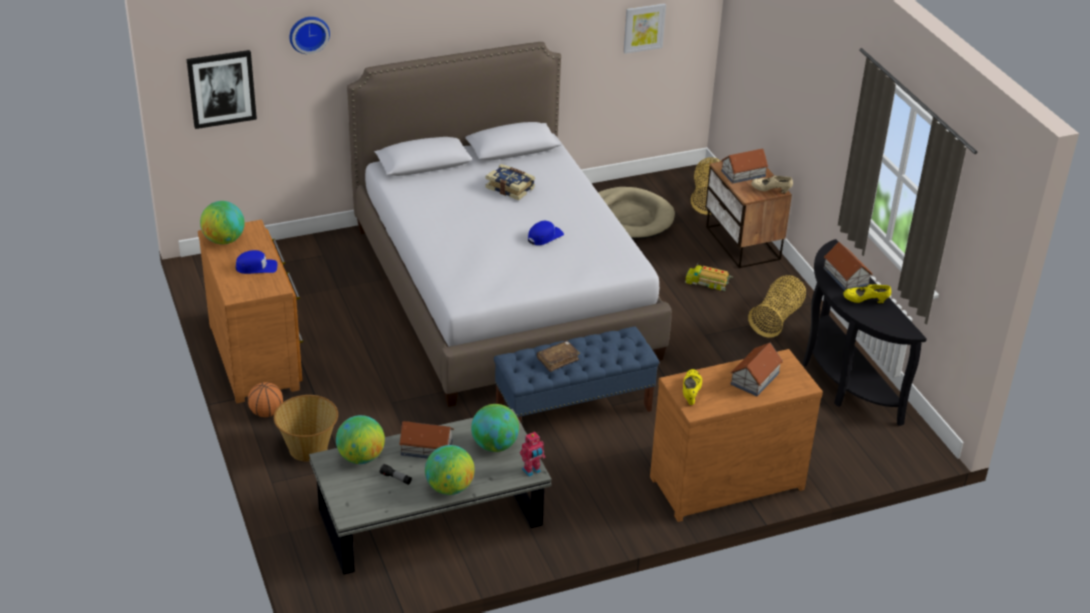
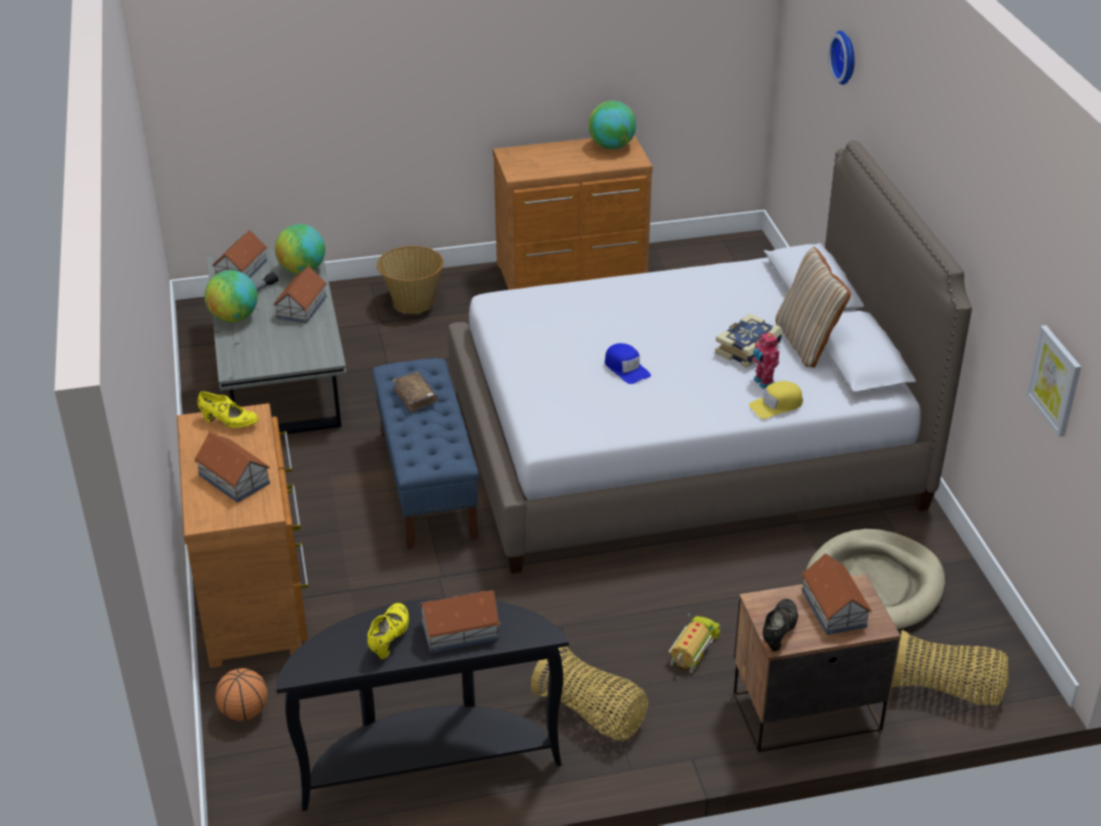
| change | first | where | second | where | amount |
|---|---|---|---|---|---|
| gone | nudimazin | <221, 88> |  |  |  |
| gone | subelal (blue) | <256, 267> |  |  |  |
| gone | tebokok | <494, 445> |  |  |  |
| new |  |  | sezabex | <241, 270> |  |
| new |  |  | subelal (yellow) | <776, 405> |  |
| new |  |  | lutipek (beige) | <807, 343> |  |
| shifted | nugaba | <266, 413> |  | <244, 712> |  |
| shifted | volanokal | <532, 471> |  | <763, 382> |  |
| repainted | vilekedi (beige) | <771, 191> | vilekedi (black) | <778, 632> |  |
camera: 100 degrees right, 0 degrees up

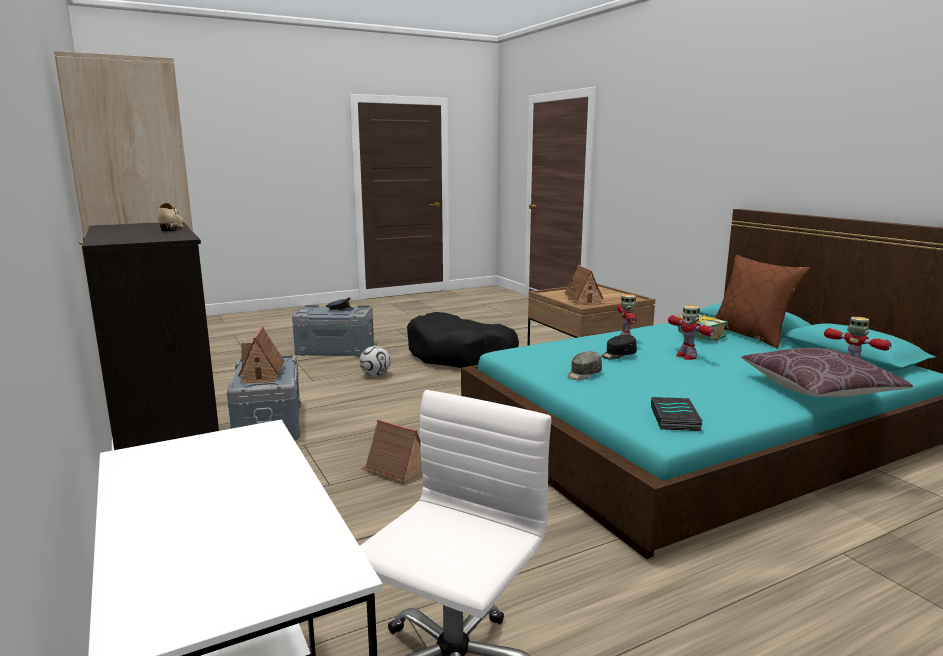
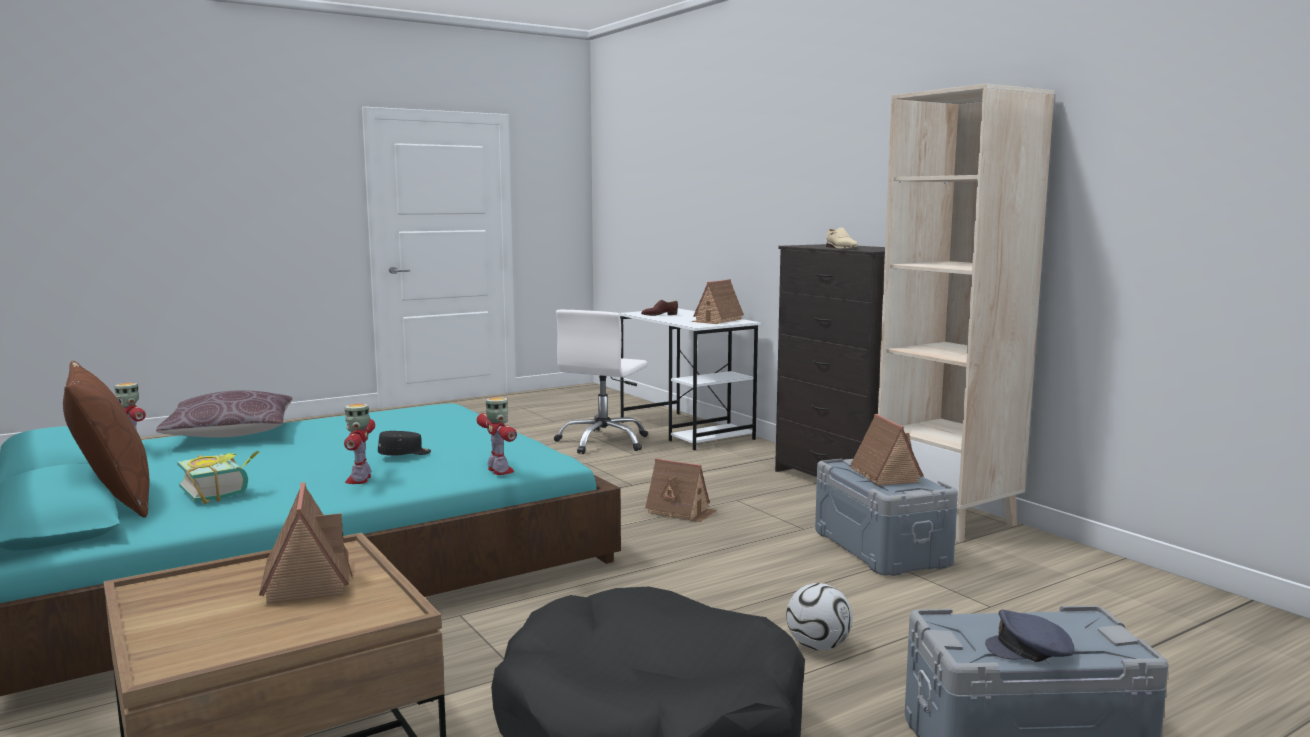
| change | first | where | second | where | amount |
|---|---|---|---|---|---|
| gone | subelal (grey) | <583, 374> |  |  |  |
| gone | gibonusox | <676, 419> |  |  |  |
| new |  |  | vilekedi (brown) | <659, 315> |  |
| new |  |  | sezabex | <717, 320> |  |
| shifted | volanokal | <686, 356> |  | <500, 471> |  |
camera: 175 degrees right, 5 degrees down

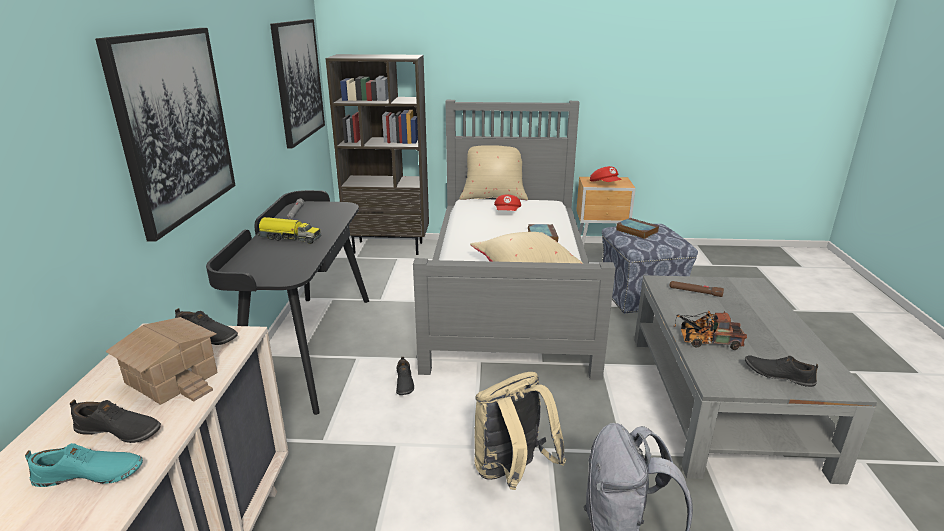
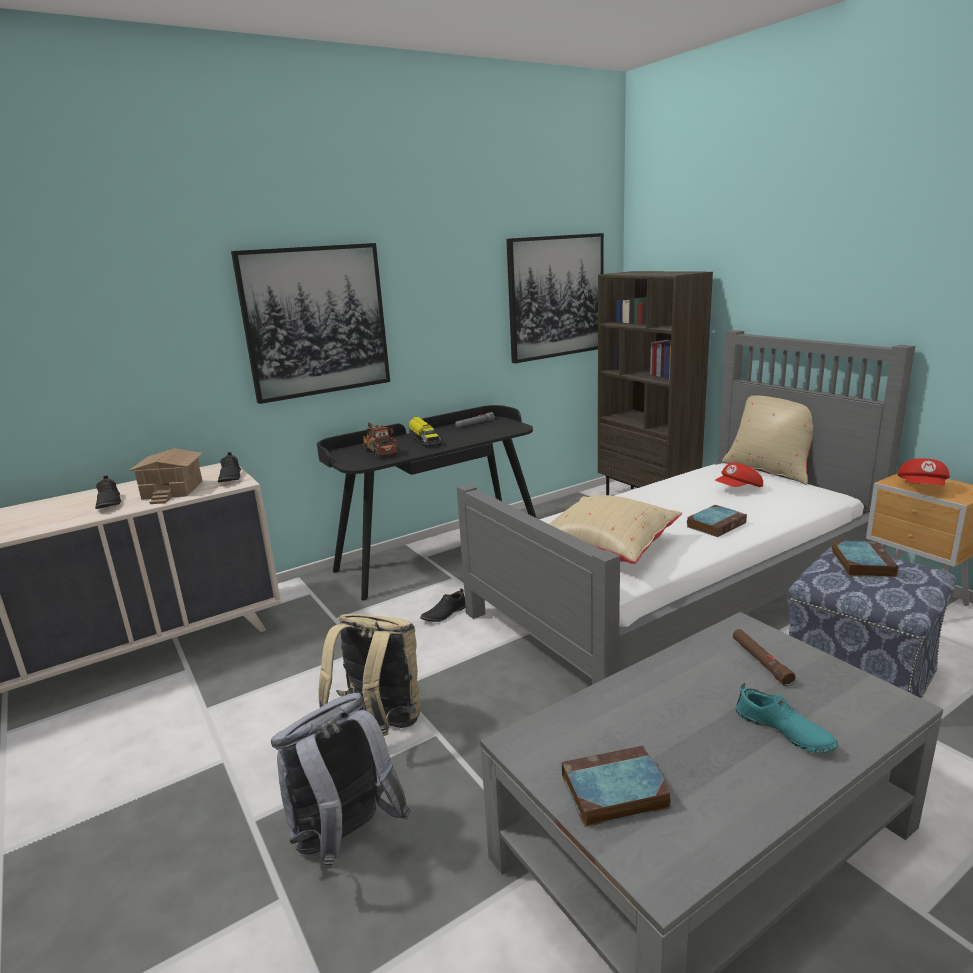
| change | first | where | second | where | amount |
|---|---|---|---|---|---|
| shifted | vilekedi (turquoise) | <89, 475> |  | <783, 731> |  |
| shifted | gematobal | <706, 341> |  | <379, 451> |  |
| swapped | vilekedi (black) | <778, 374> | gibonusox | <613, 792> |  |
camera: 55 degrees right, 5 degrees down

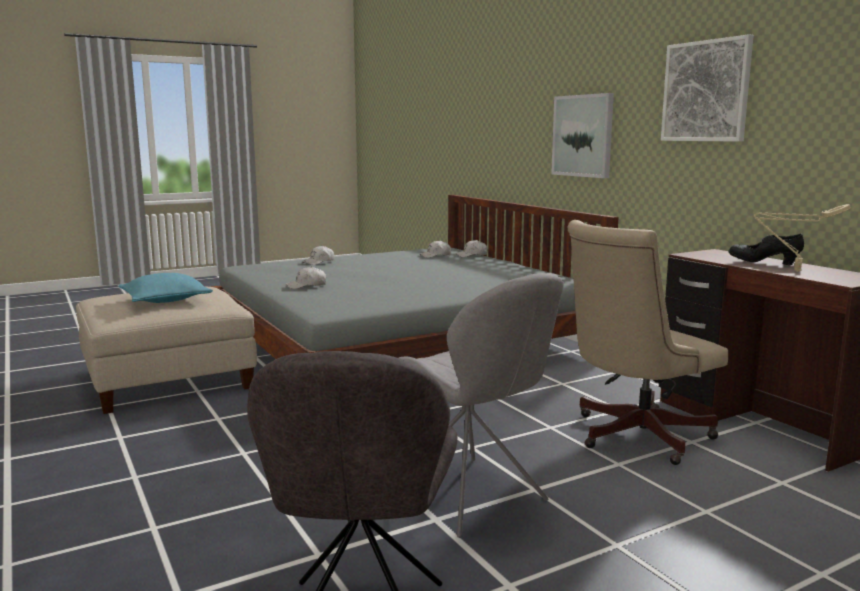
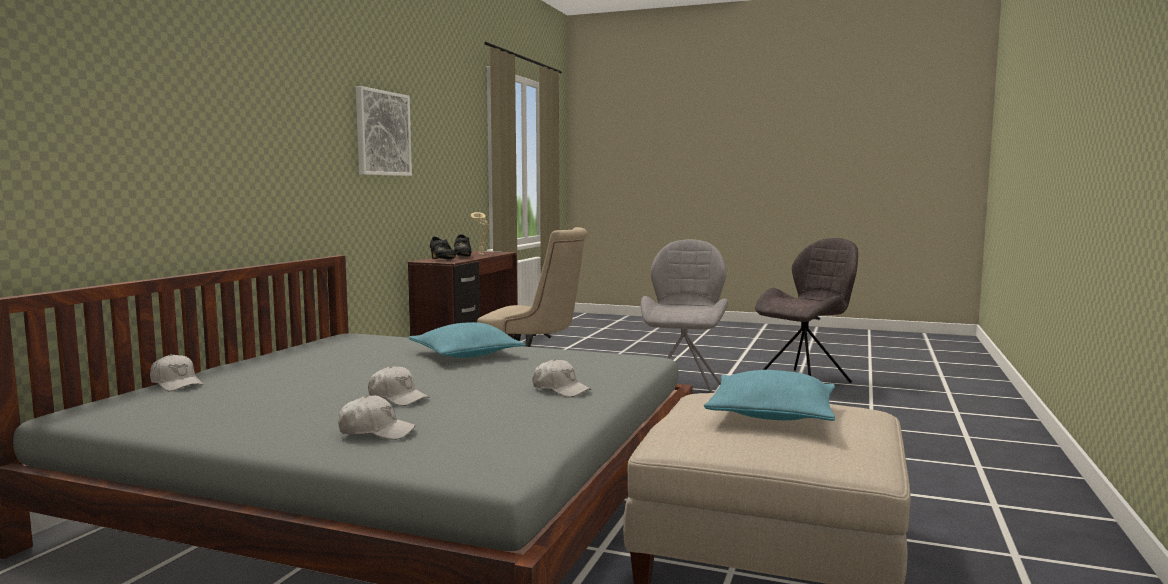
| change | first | where | second | where | amount |
|---|---|---|---|---|---|
| gone | nudimazin | <583, 136> |  |  |  |
| new |  |  | lutipek (turquoise) | <466, 355> |  |
| new |  |  | vilekedi (black) | <442, 260> |  |
| shifted | subelal (white) | <435, 256> |  | <398, 398> |  |
camera: 130 degrees left, 5 degrees down

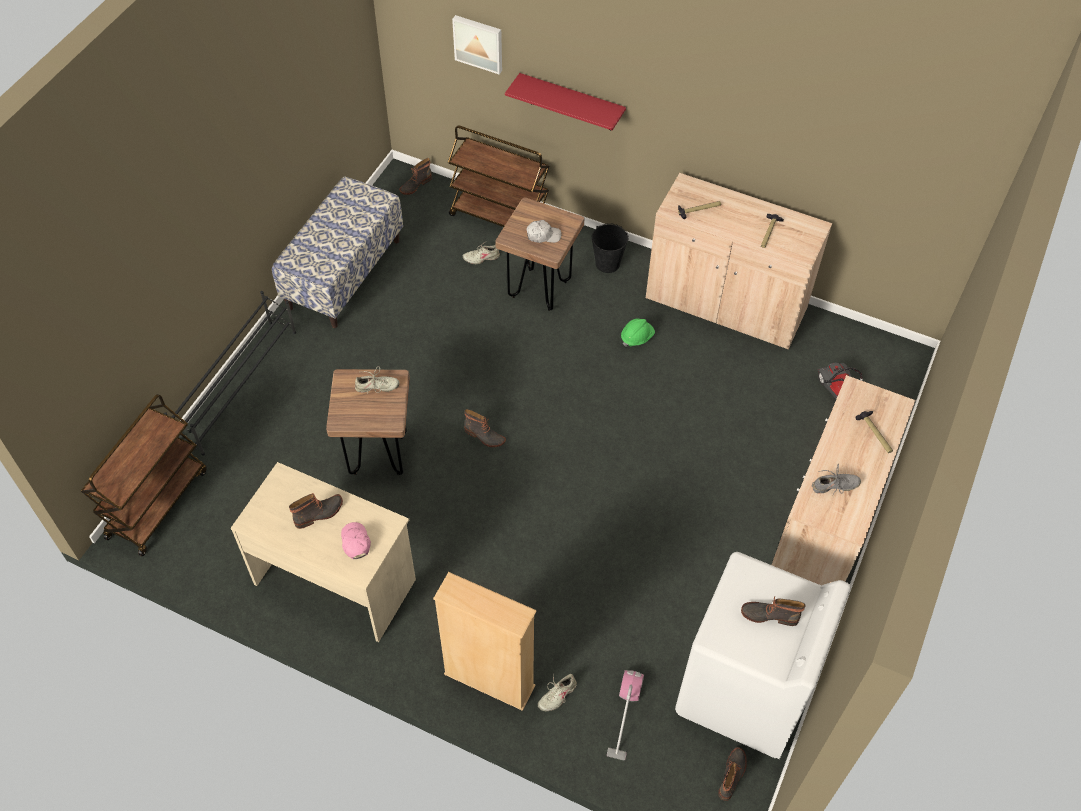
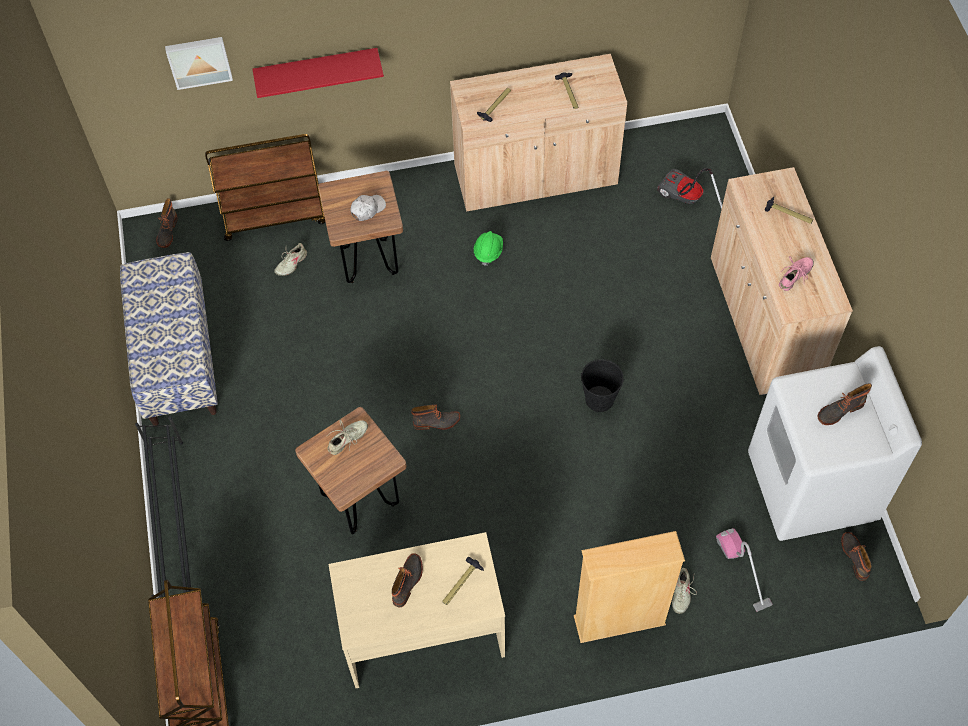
| change | first | where | second | where | amount |
|---|---|---|---|---|---|
| shifted | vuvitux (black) | <607, 263> |  | <599, 399> |  |
| swapped | subelal (pink) | <355, 542> | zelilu | <461, 583> |  |
| repainted | vilekedi (grey) | <834, 486> | vilekedi (pink) | <795, 276> |  |
camera: 35 degrees left, 5 degrees up

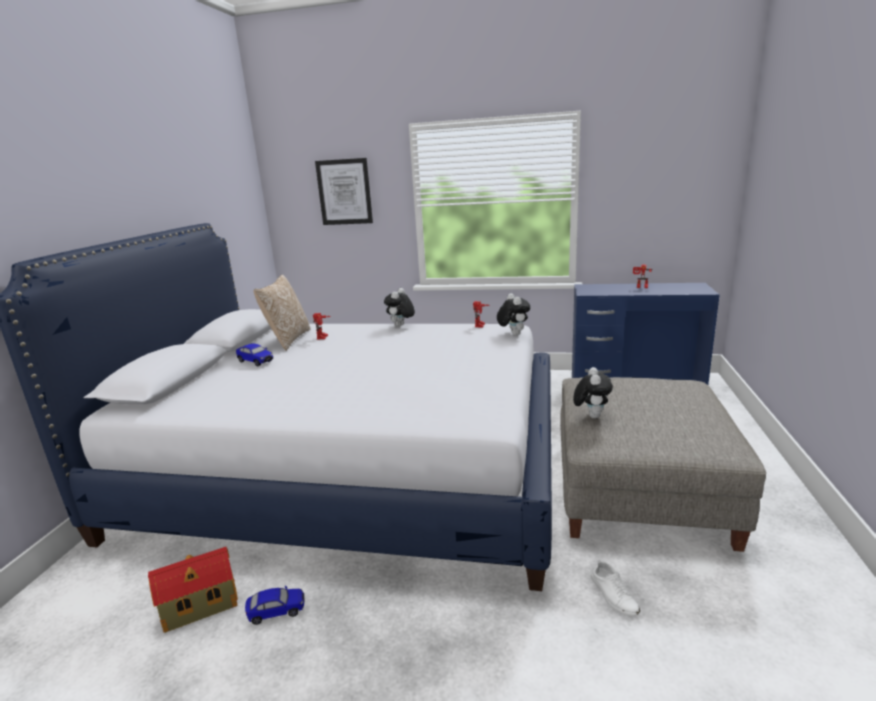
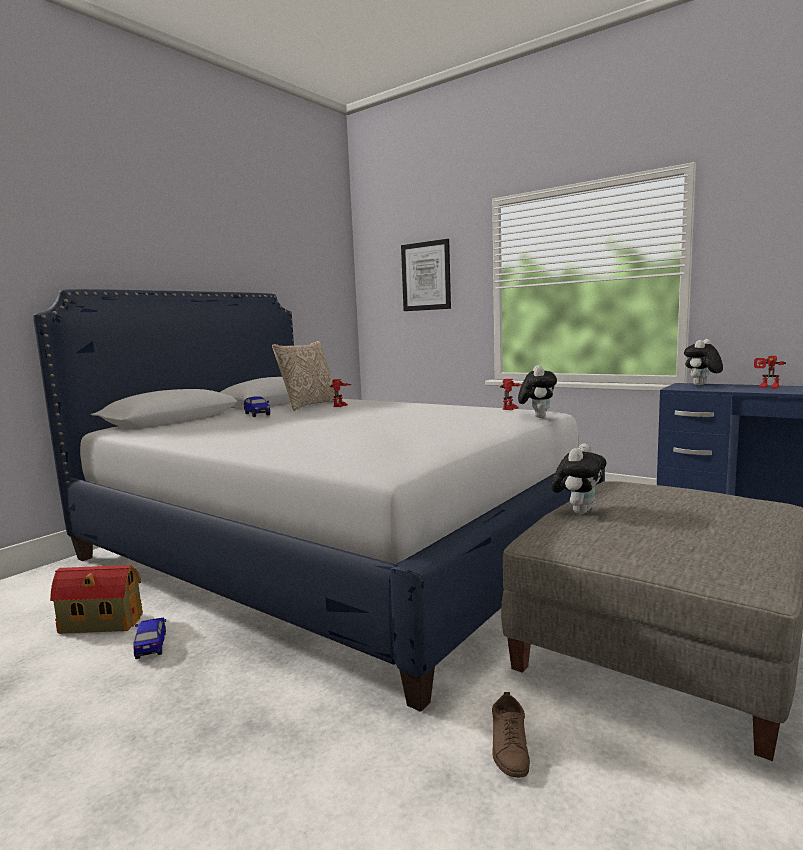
| change | first | where | second | where | amount |
|---|---|---|---|---|---|
| shifted | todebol | <401, 326> |  | <701, 385> |  |
| repainted | vilekedi (white) | <613, 595> | vilekedi (brown) | <509, 746> |  |
| rotated | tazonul | <277, 611> |  | <151, 645> | 120 degrees counterclockwise |
camera: 25 degrees right, 10 degrees down

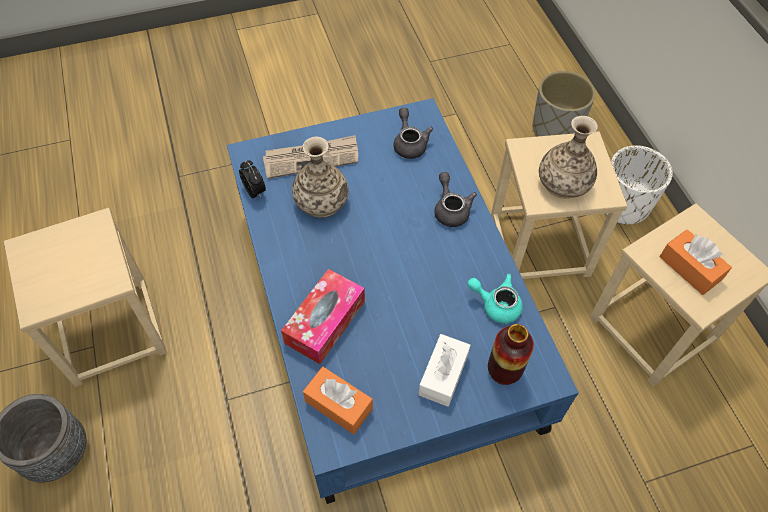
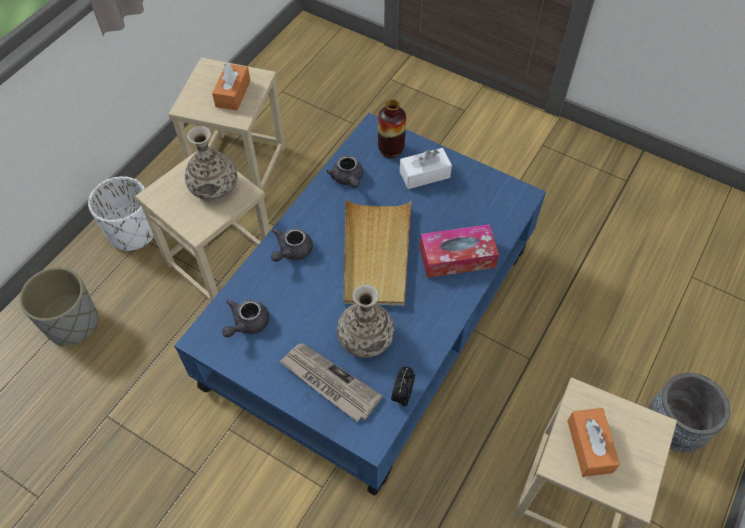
| change | first | where | second | where | amount |
|---|---|---|---|---|---|
| new |  |  | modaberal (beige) | <376, 254> |  |
| shifted | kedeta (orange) | <338, 405> |  | <589, 446> |  |
| repainted | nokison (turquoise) | <496, 304> | nokison (grey) | <348, 179> |  |
camera: 130 degrees left, 0 degrees up

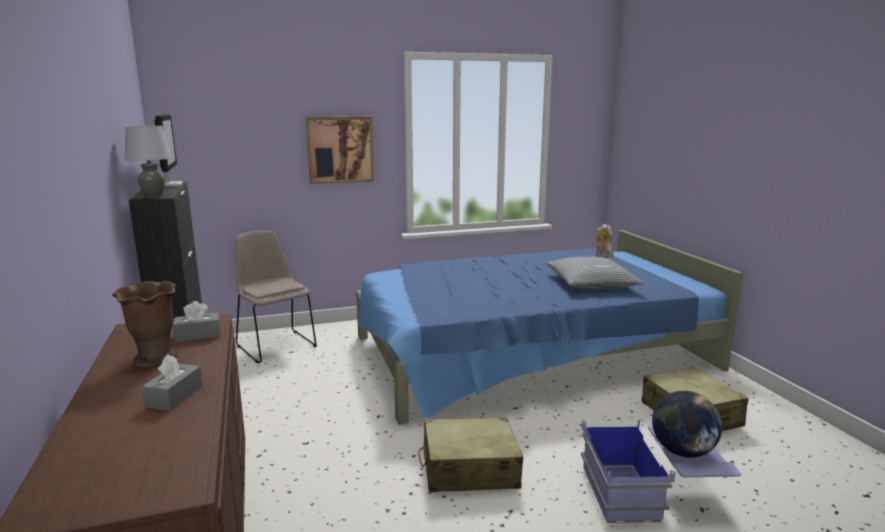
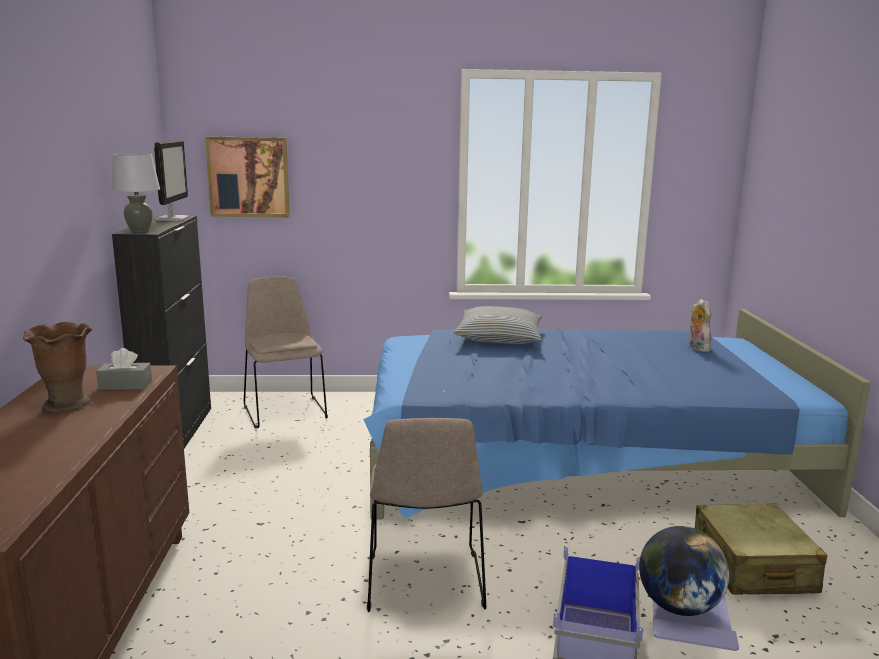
| change | first | where | second | where | amount |
|---|---|---|---|---|---|
| gone | kedeta (grey) | <175, 396> |  |  |  |
| shifted | nudimazin | <340, 150> |  | <248, 177> |  |
| shifted | lutipek | <591, 283> |  | <499, 337> |  |
| swapped | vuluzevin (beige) | <469, 469> | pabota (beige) | <424, 584> |  |
camera: 15 degrees right, 0 degrees up

